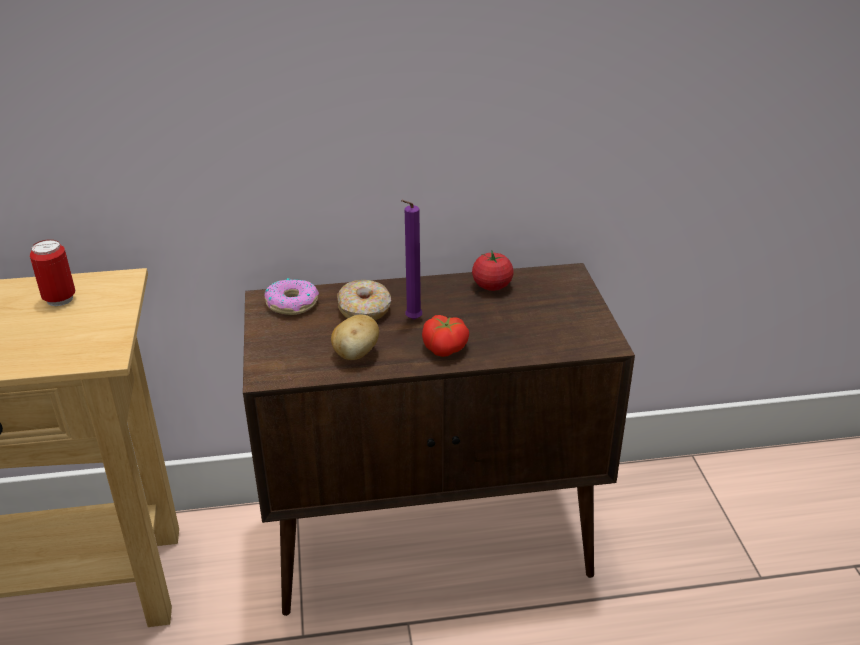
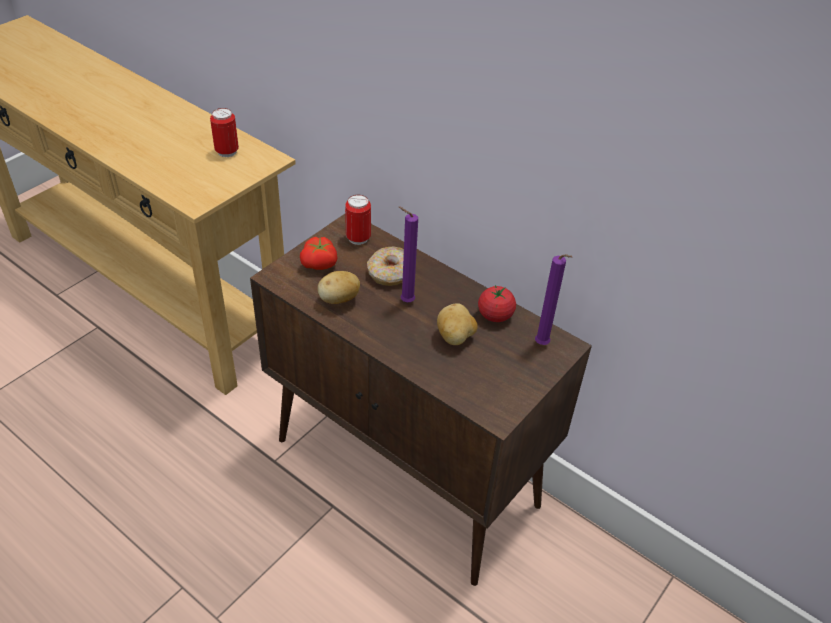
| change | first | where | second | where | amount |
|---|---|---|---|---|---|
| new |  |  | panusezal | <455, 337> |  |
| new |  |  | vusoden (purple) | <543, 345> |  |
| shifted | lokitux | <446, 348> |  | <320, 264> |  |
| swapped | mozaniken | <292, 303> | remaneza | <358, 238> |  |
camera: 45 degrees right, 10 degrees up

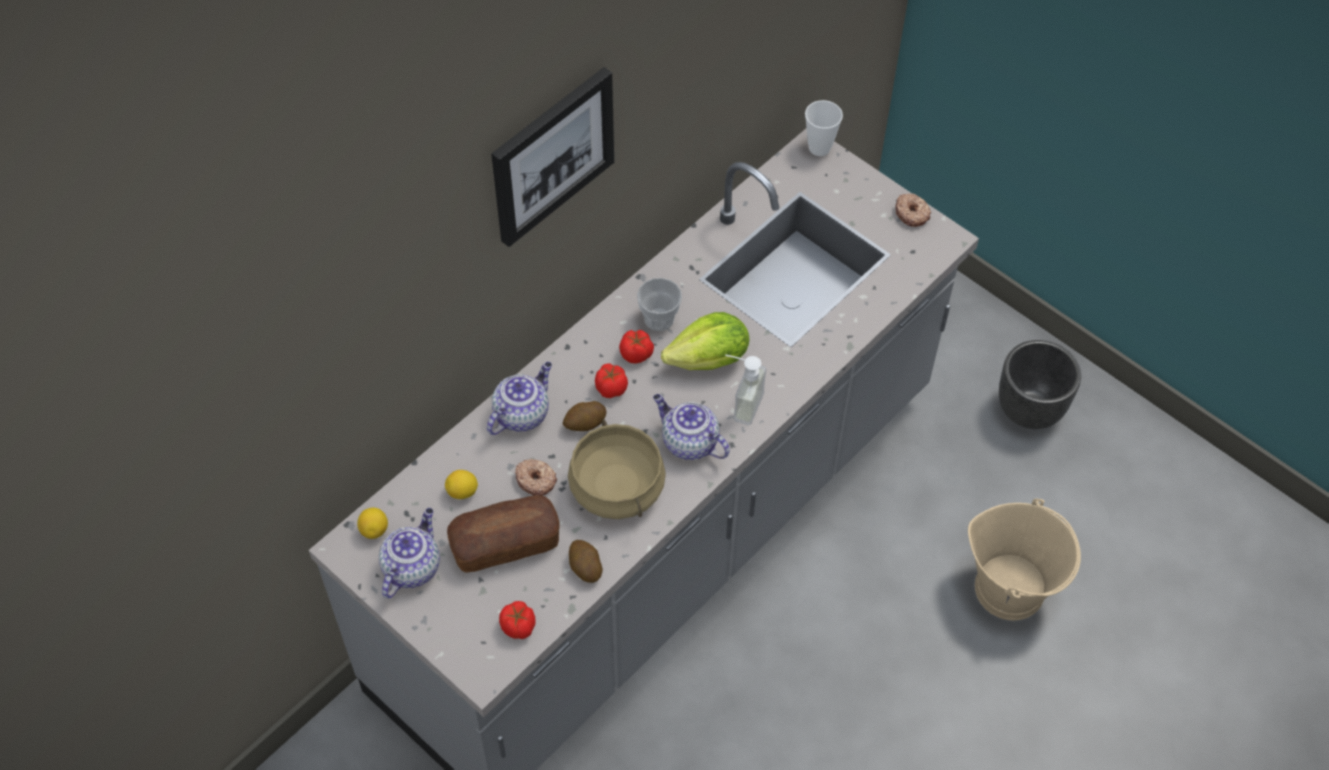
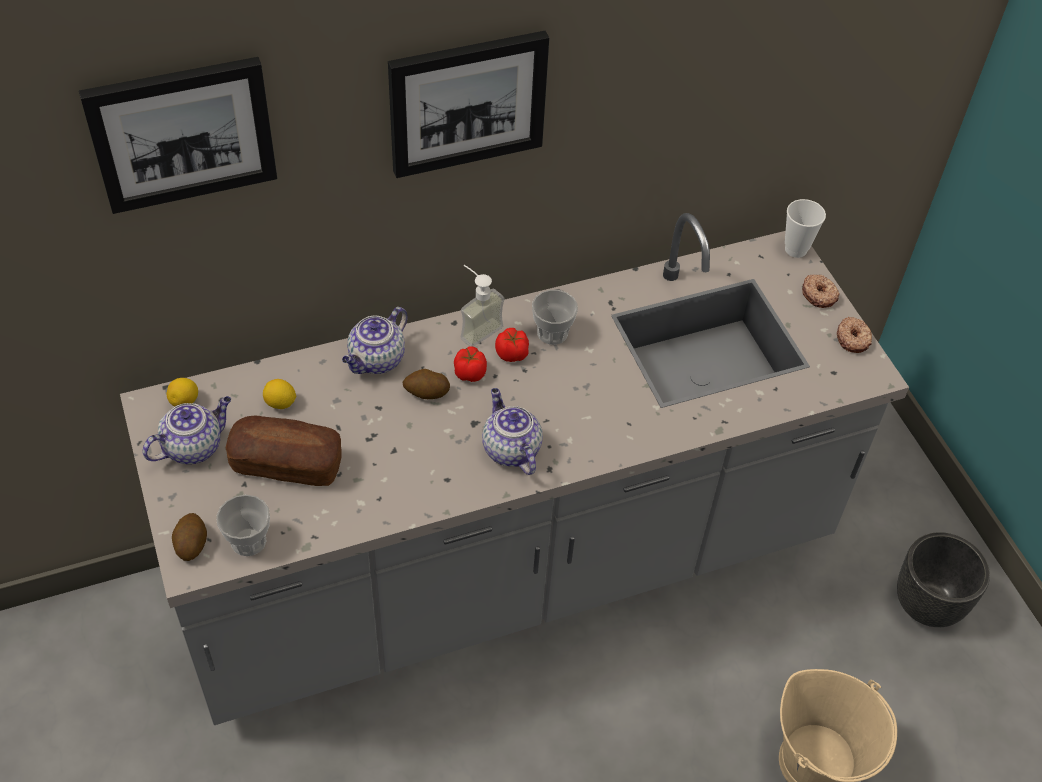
| change | first | where | second | where | amount |
|---|---|---|---|---|---|
| gone | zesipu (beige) | <618, 487> |  |  |  |
| gone | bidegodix | <709, 360> |  |  |  |
| new |  |  | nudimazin | <182, 133> |  |
| shifted | mozaniken | <536, 480> |  | <819, 295> |  |
| shifted | panusezal | <585, 567> |  | <191, 544> |  |
| shifted | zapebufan | <739, 403> |  | <475, 328> |  |
| swapped | lokitux | <519, 627> | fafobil | <248, 541> |  |
| rotated | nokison | <522, 413> |  | <376, 361> | 150 degrees clockwise |
camera: 25 degrees right, 5 degrees down

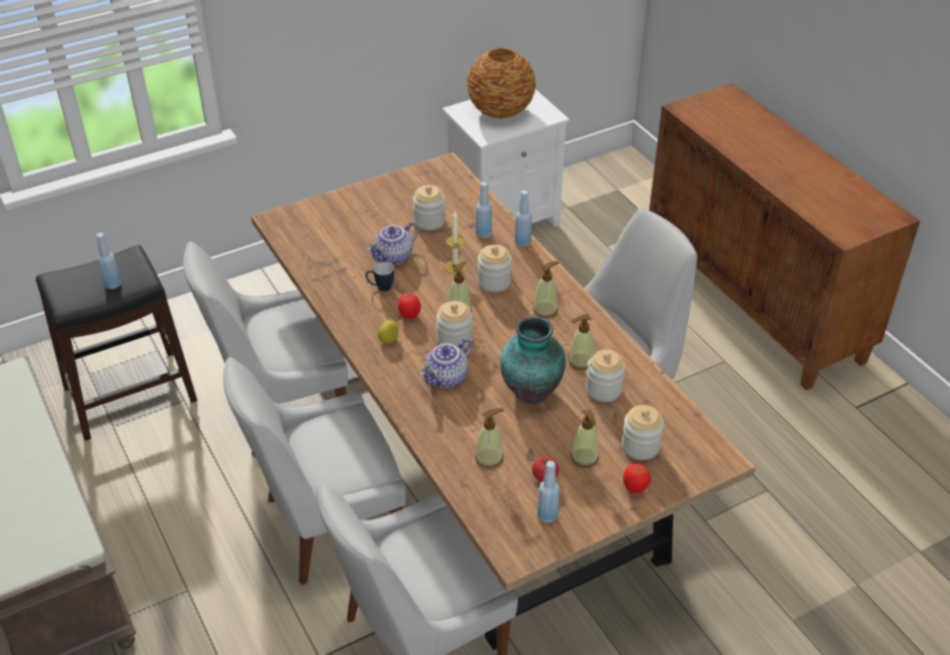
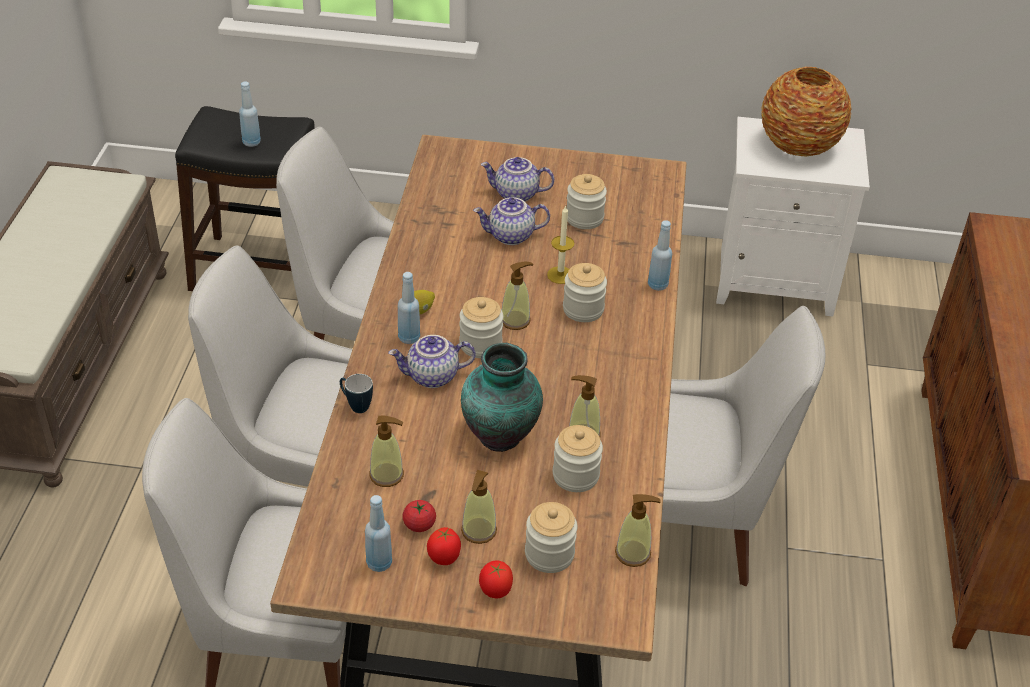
| change | first | where | second | where | amount |
|---|---|---|---|---|---|
| new |  |  | nokison | <516, 195> |  |
| shifted | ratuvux | <380, 288> |  | <355, 405> |  |
| shifted | lokitux | <409, 316> |  | <444, 559> |  |
| shifted | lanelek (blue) | <483, 234> |  | <409, 338> |  |
| shifted | zapebufan | <545, 310> |  | <633, 553> |  |
camera: 35 degrees right, 0 degrees up

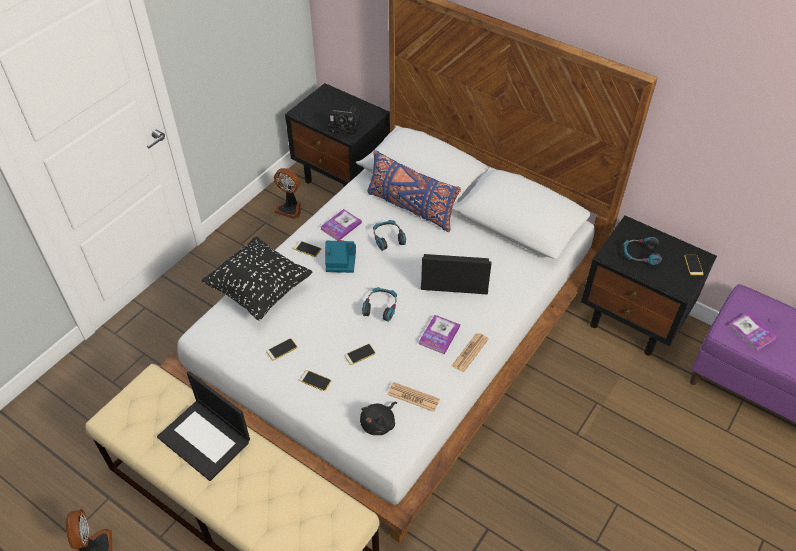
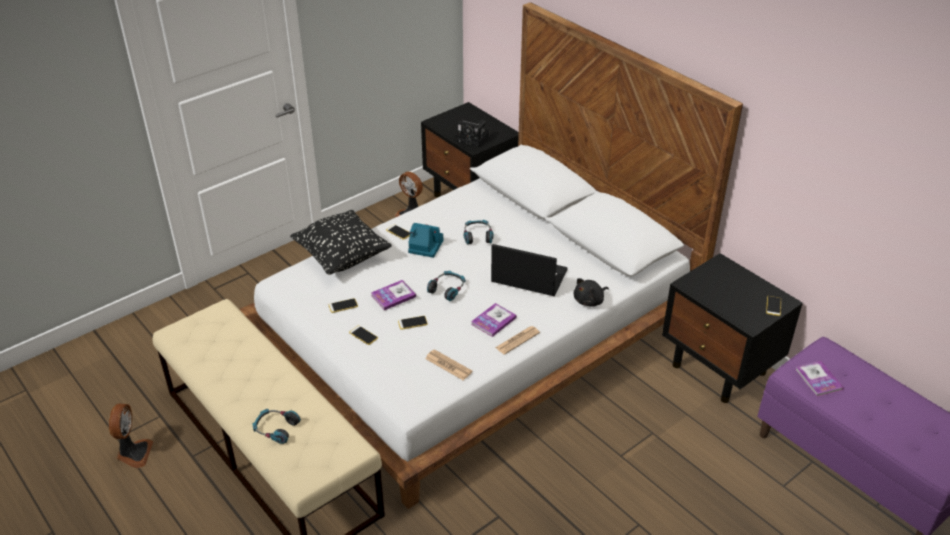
| change | first | where | second | where | amount |
|---|---|---|---|---|---|
| gone | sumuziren | <205, 439> |  |  |  |
| gone | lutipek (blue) | <411, 207> |  |  |  |
| shifted | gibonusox | <341, 226> |  | <393, 296> |  |
| shifted | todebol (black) | <379, 423> |  | <590, 301> |  |
| shifted | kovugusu | <640, 254> |  | <276, 429> |  |
camera: 15 degrees right, 10 degrees down

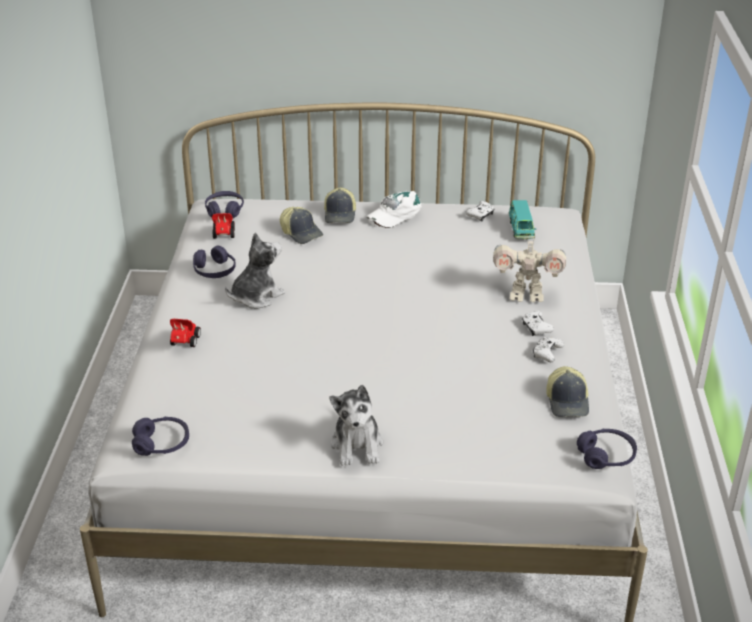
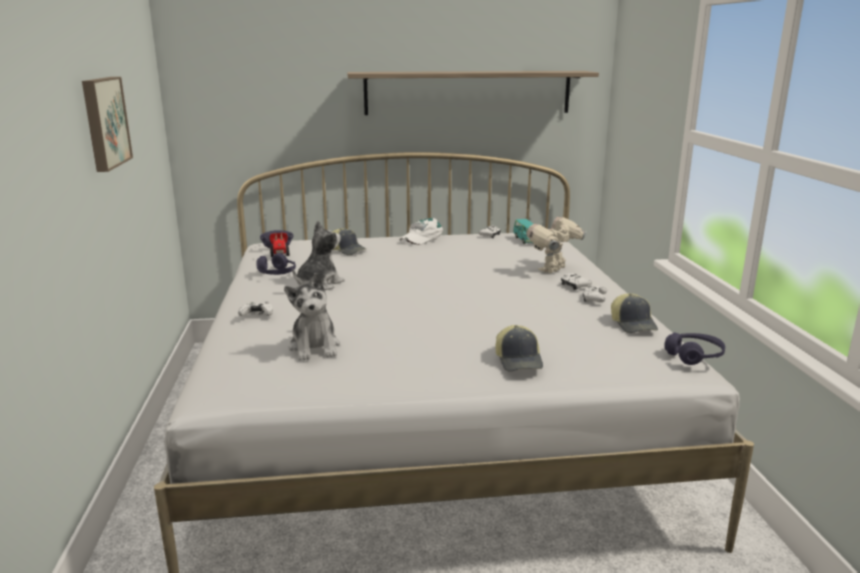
| change | first | where | second | where | amount |
|---|---|---|---|---|---|
| gone | kovugusu (purple) | <161, 443> |  |  |  |
| new |  |  | nudimazin | <104, 122> |  |
| new |  |  | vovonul | <468, 92> |  |
| shifted | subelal | <340, 214> |  | <519, 360> |  |
| shifted | todebol | <357, 445> |  | <315, 347> |  |
| swapped | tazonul | <184, 343> | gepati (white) | <257, 315> |  |
| rotated | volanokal | <526, 296> |  | <553, 270> | 135 degrees clockwise |
camera: 10 degrees left, 15 degrees down

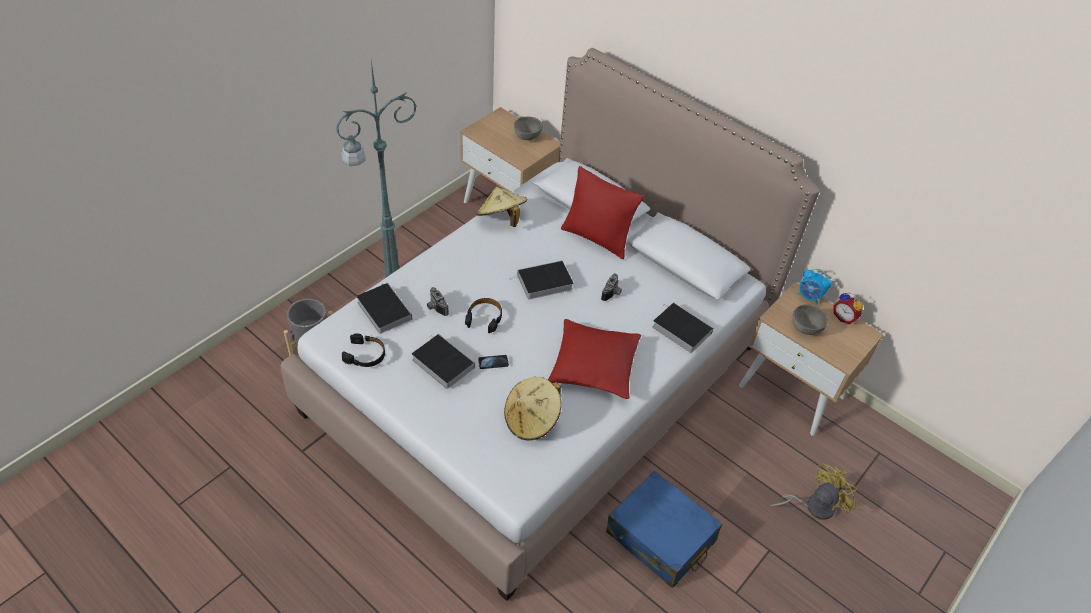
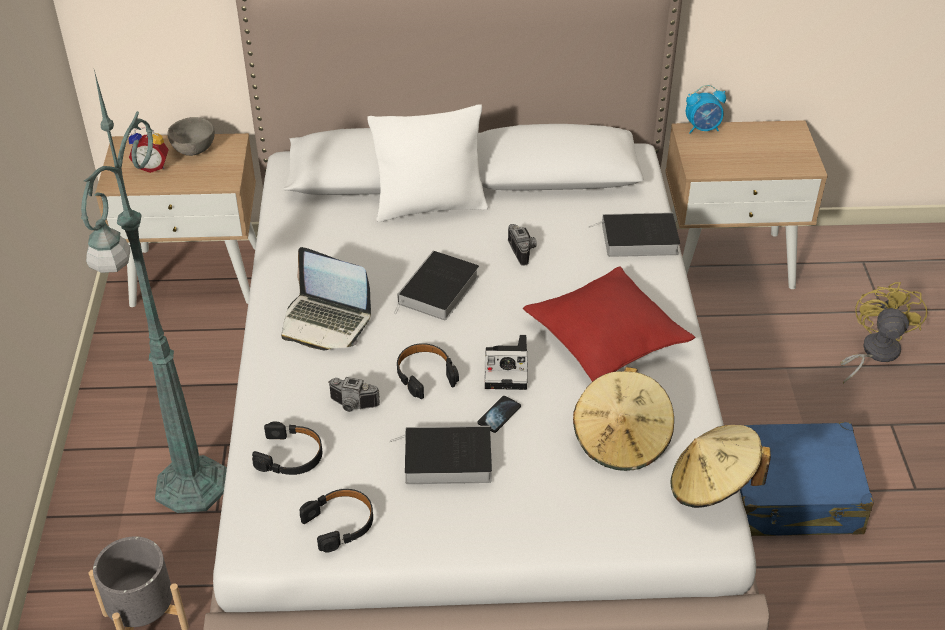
| change | first | where | second | where | amount |
|---|---|---|---|---|---|
| gone | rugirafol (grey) | <805, 328> |  |  |  |
| new |  |  | sumuziren | <326, 322> |  |
| new |  |  | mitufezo | <508, 370> |  |
| shifted | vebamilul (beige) | <501, 219> |  | <712, 486> |  |
| shifted | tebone | <844, 317> |  | <152, 166> |  |
| swapped | gibonusox | <383, 310> | kovugusu (black) | <290, 456> |  |
| repainted | lutipek (red) | <597, 238> | lutipek (white) | <430, 206> |  |
camera: 40 degrees left, 5 degrees down

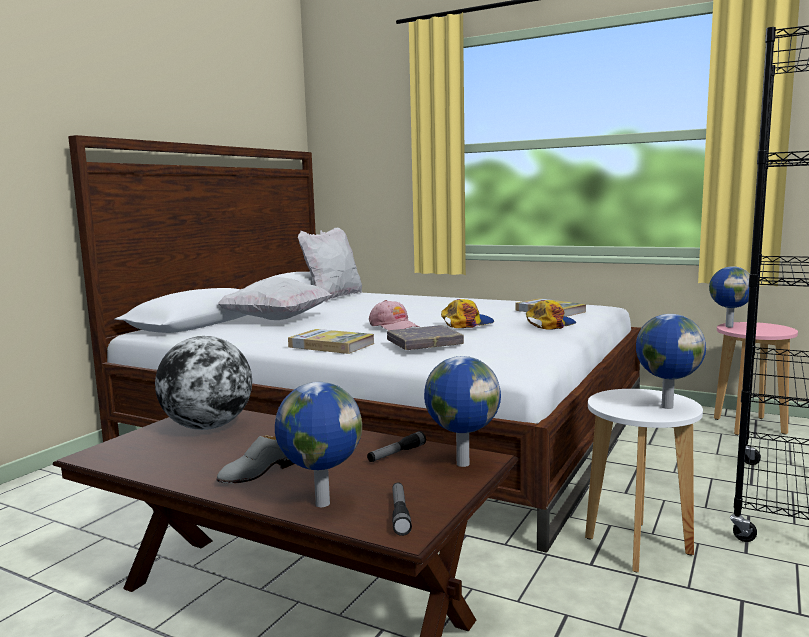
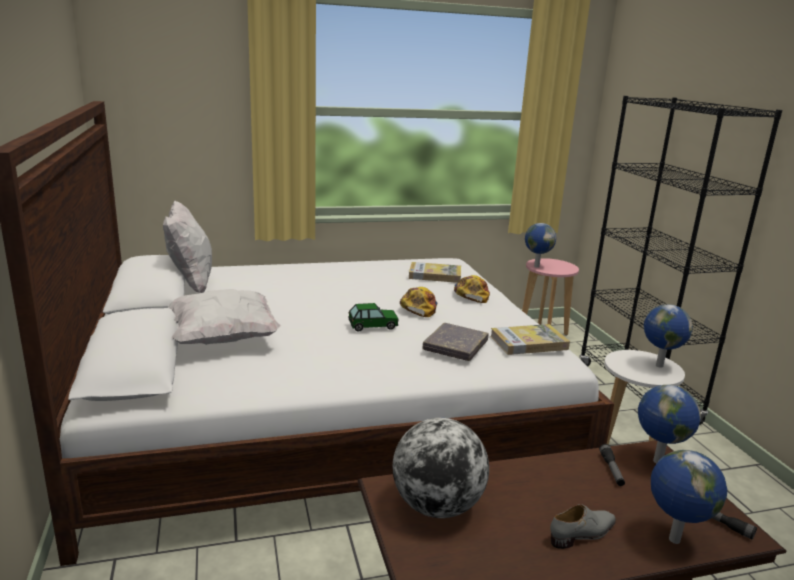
| change | first | where | second | where | amount |
|---|---|---|---|---|---|
| shifted | gibonusox | <331, 345> |  | <528, 342> |  |
| swapped | subelal (pink) | <394, 326> | tazonul | <373, 325> |  |
| rotated | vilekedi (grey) | <259, 472> |  | <583, 534> | 120 degrees counterclockwise |
camera: 45 degrees left, 10 degrees up

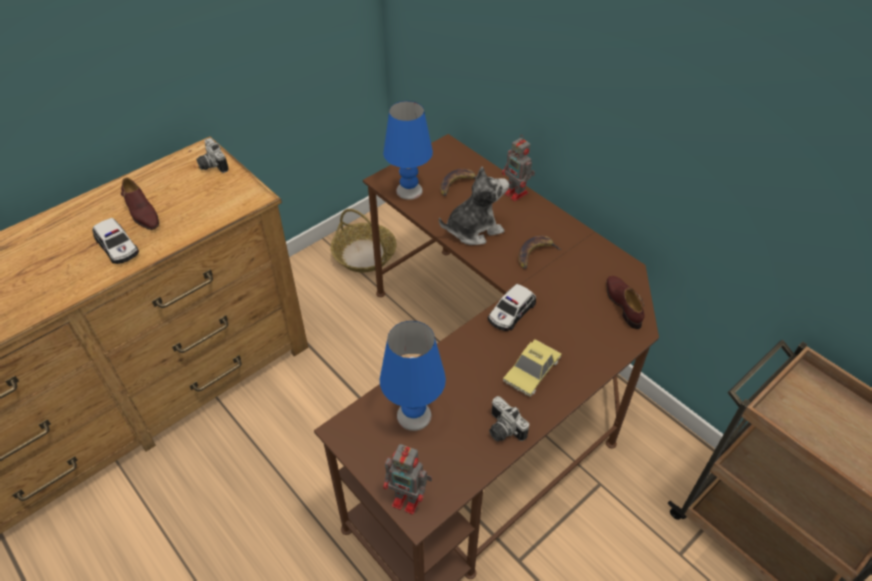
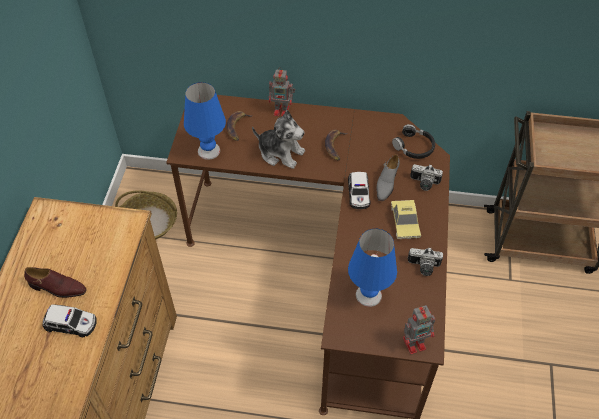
| change | first | where | second | where | amount |
|---|---|---|---|---|---|
| new |  |  | vilekedi (grey) | <386, 183> |  |
| shifted | mitufezo | <211, 165> |  | <424, 184> |  |
| swapped | vilekedi (brown) | <623, 304> | kovugusu (black) | <414, 147> |  |
| rotated | todebol | <473, 229> |  | <280, 153> | 90 degrees clockwise |
camera: 40 degrees left, 5 degrees up

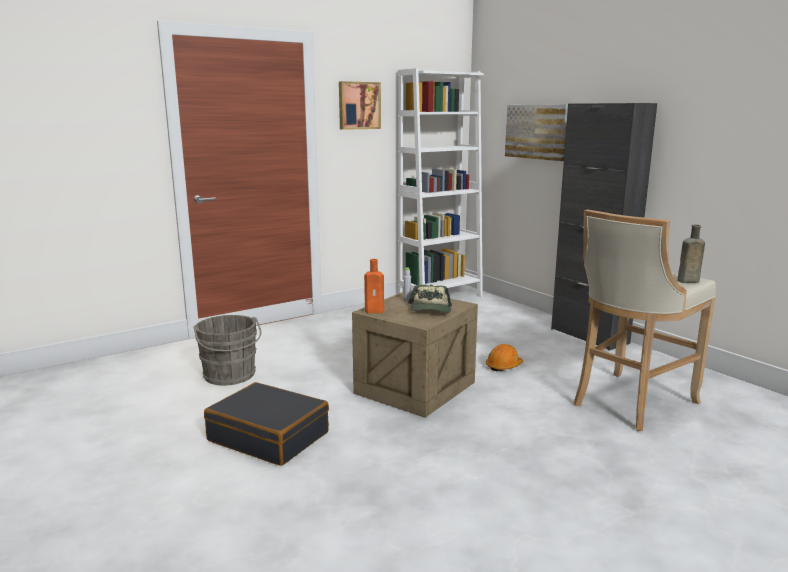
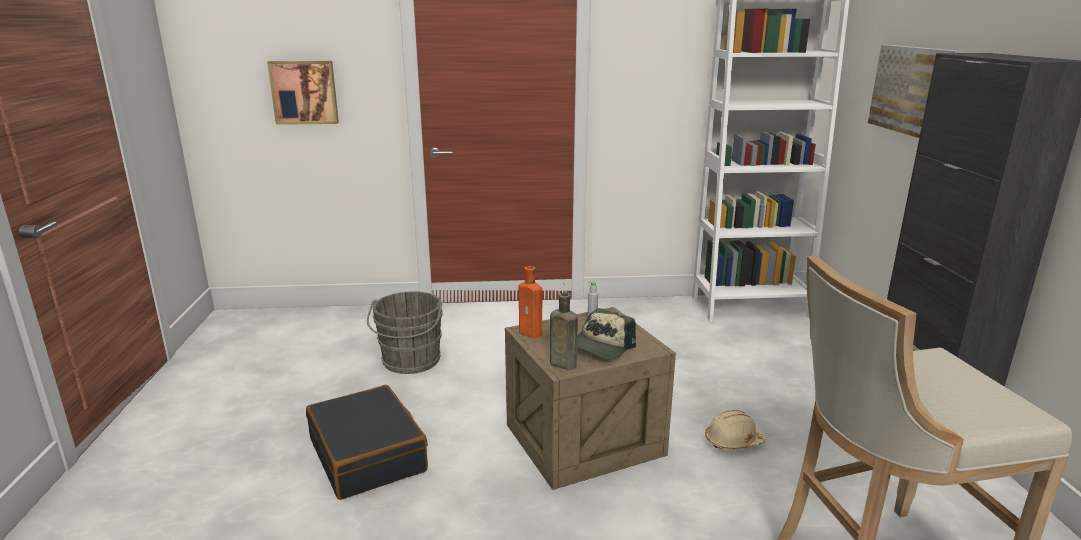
| change | first | where | second | where | amount |
|---|---|---|---|---|---|
| shifted | nudimazin | <359, 105> |  | <304, 92> |  |
| shifted | lanelek (brown) | <686, 281> |  | <561, 364> |  |
| repainted | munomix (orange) | <503, 366> | munomix (beige) | <733, 441> |  |
camera: 30 degrees right, 5 degrees up

